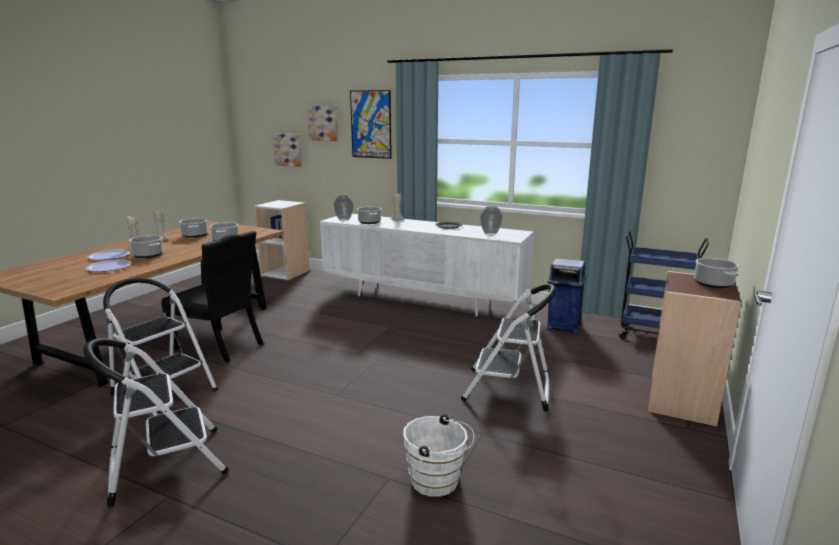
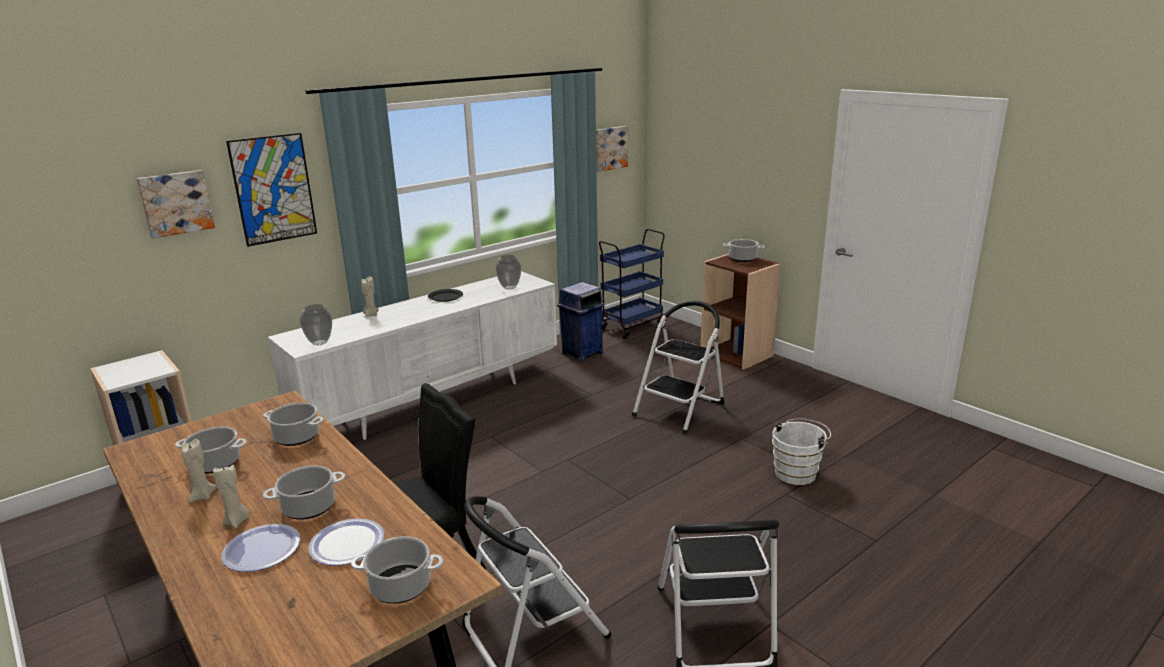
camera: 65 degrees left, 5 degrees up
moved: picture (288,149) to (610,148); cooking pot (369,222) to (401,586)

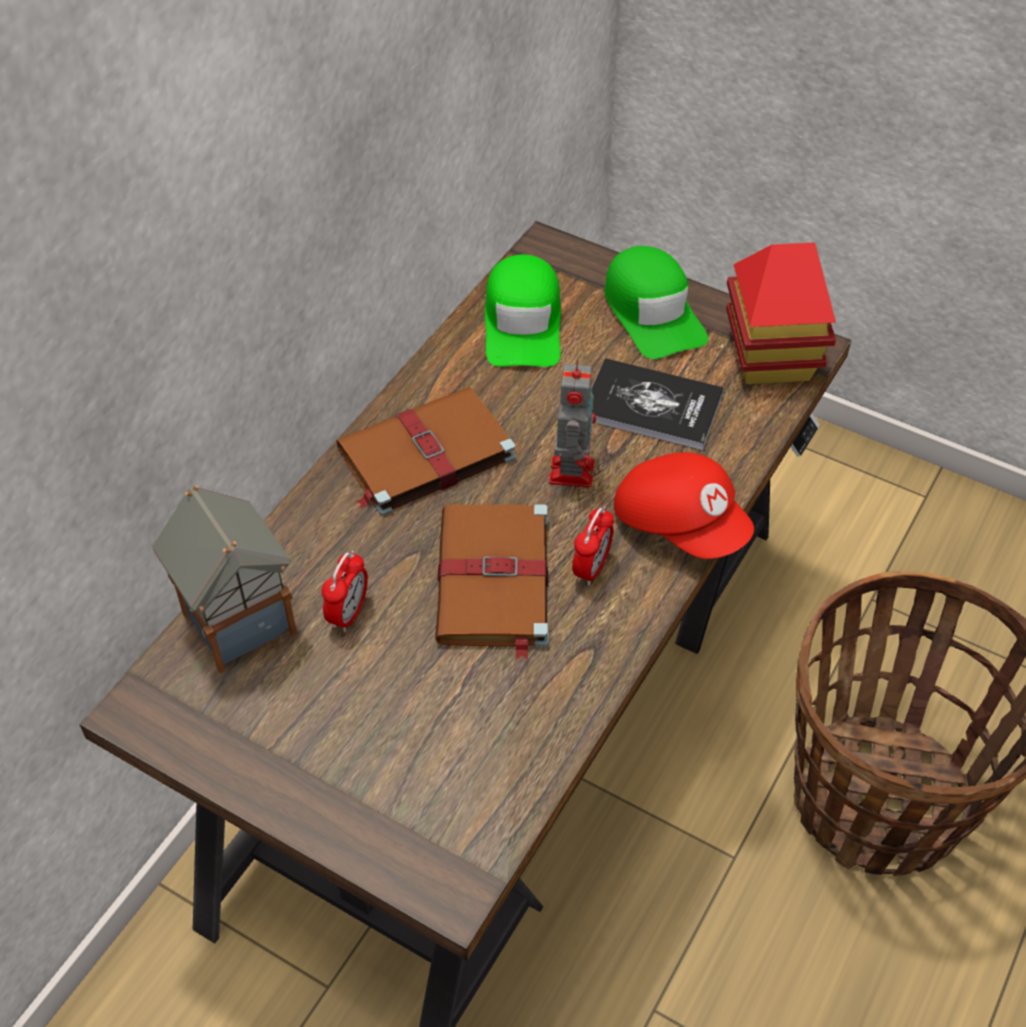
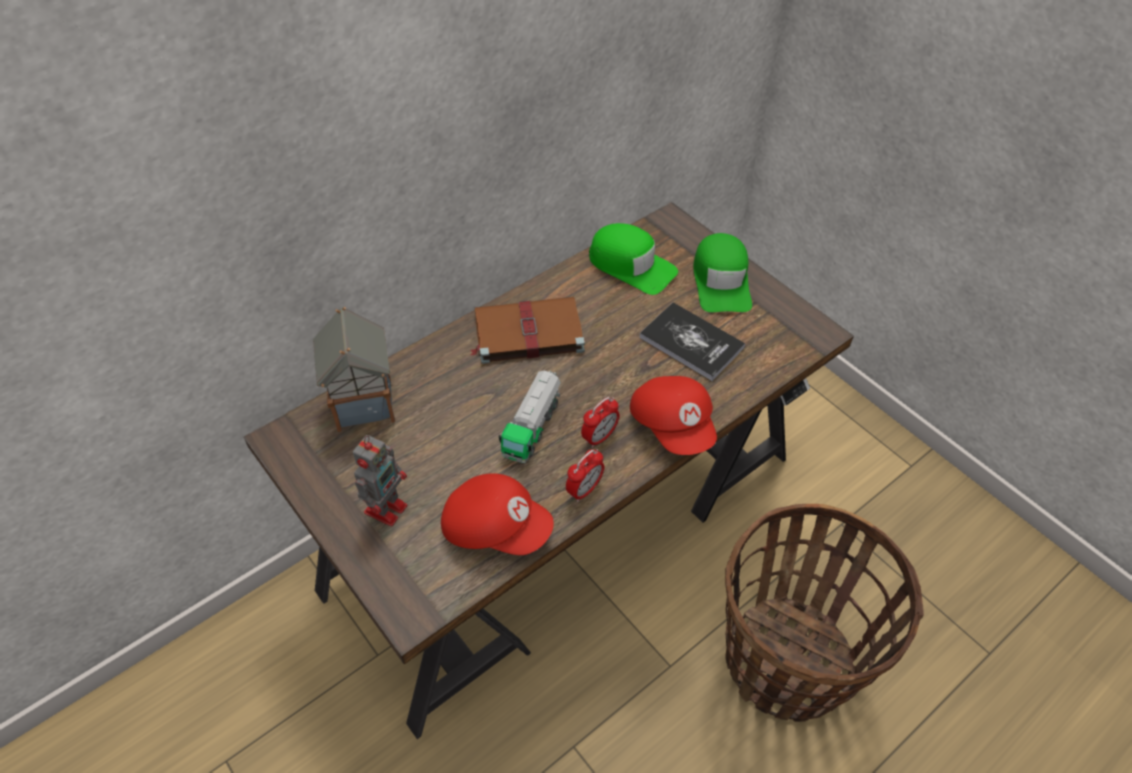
camera: 20 degrees right, 0 degrees up
removed: toy house (770,357)
added: cap/red (496,527)
moved: toy robot (572,470) to (387,507); alarm clock (348,613) to (584,490)
replaced: book/brown (494,581) to toy truck (532,426)
turned: cap/green (523,323) = (631,265) 75 degrees counterclockwise

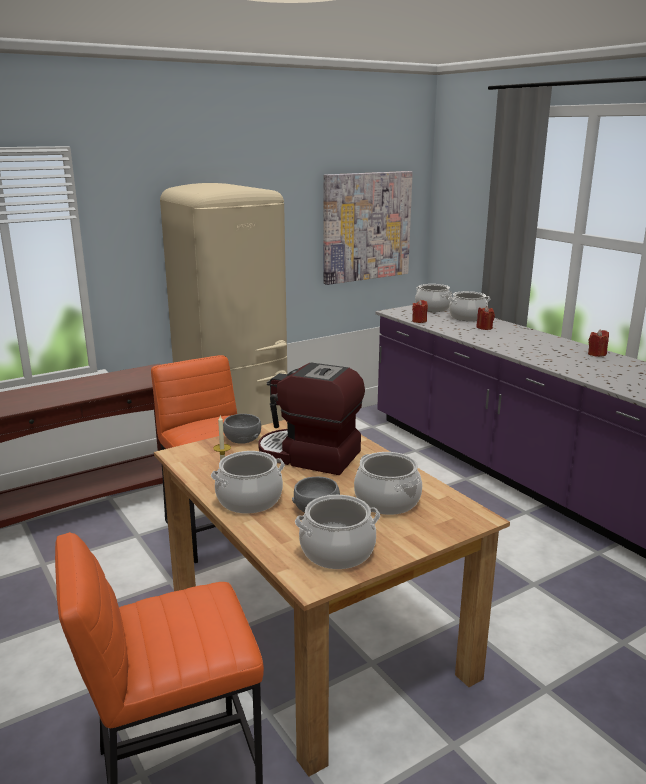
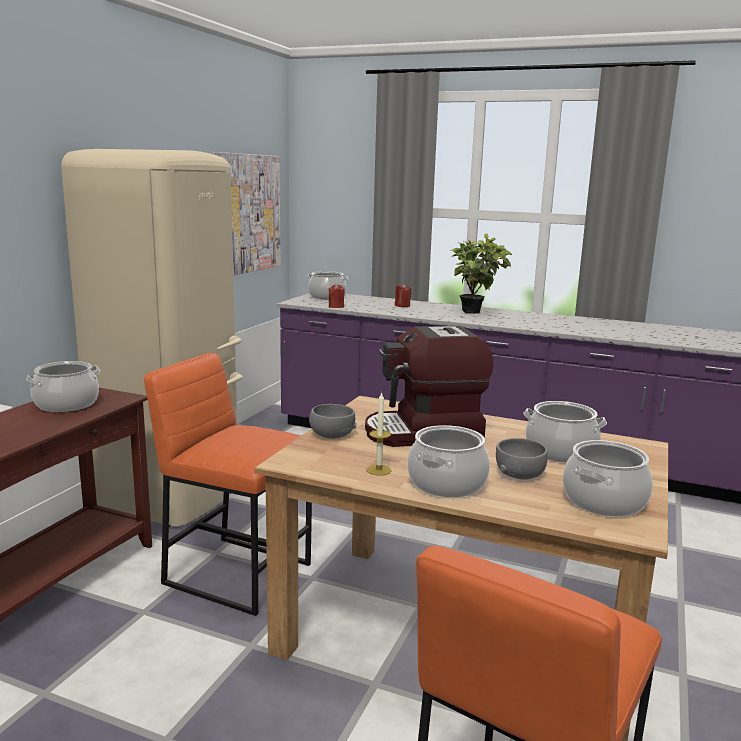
camera: 35 degrees left, 5 degrees down
removed: candle/red (597,354)
added: potted plant (476,312)
moved: cooking pot (467,317) to (66,404)

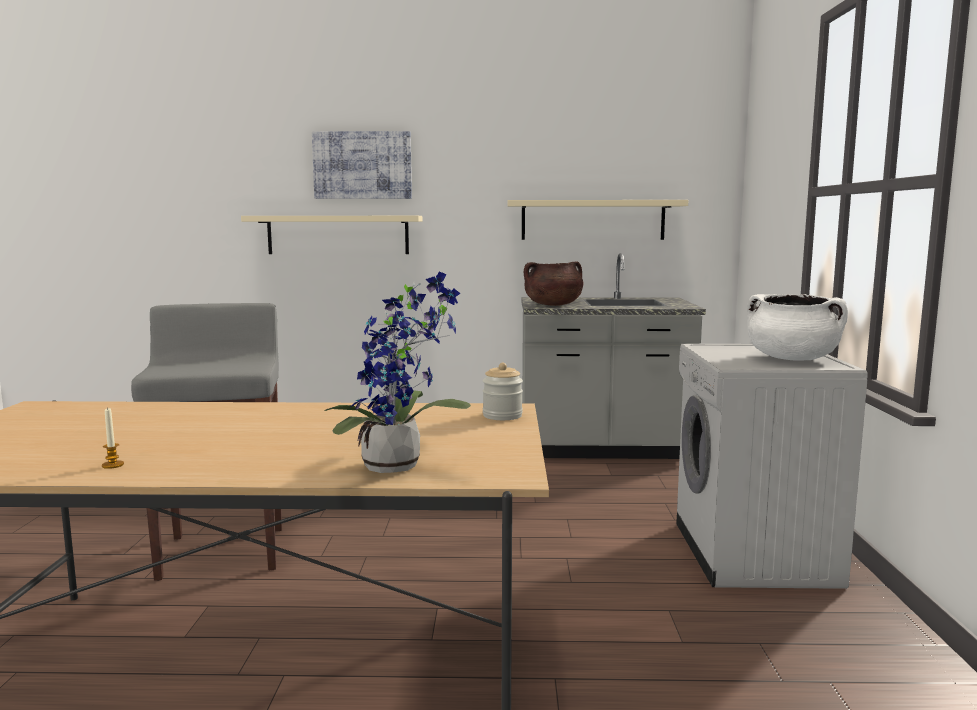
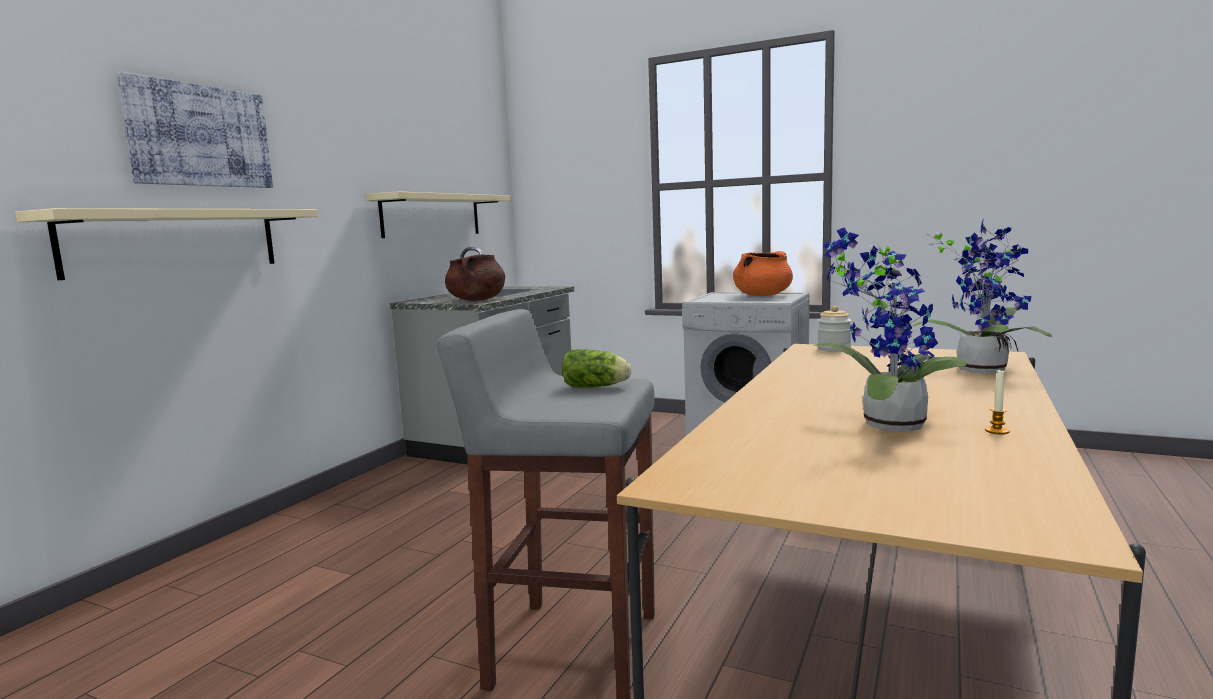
camera: 65 degrees left, 0 degrees up
added: potted plant (885,425); lettuce (597,387)
recoloured: cooking pot/white (792,359) to cooking pot/orange (762,295)

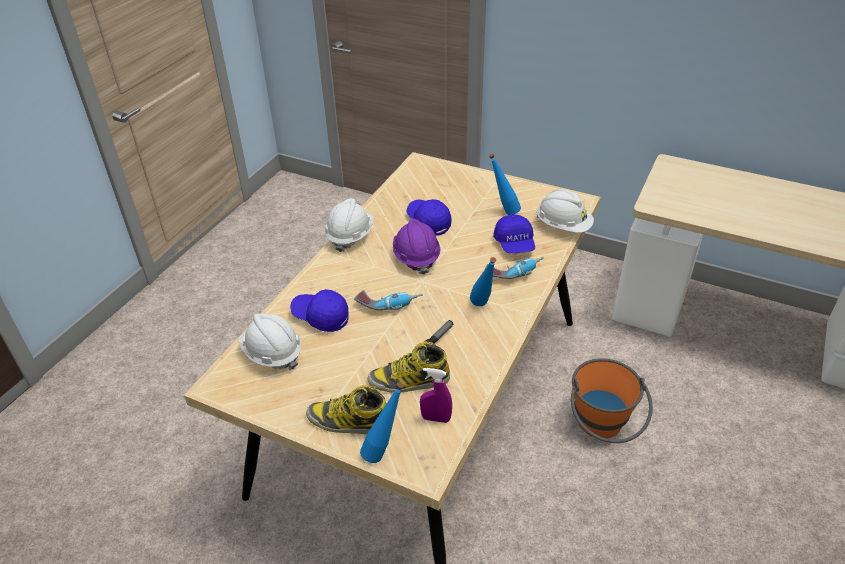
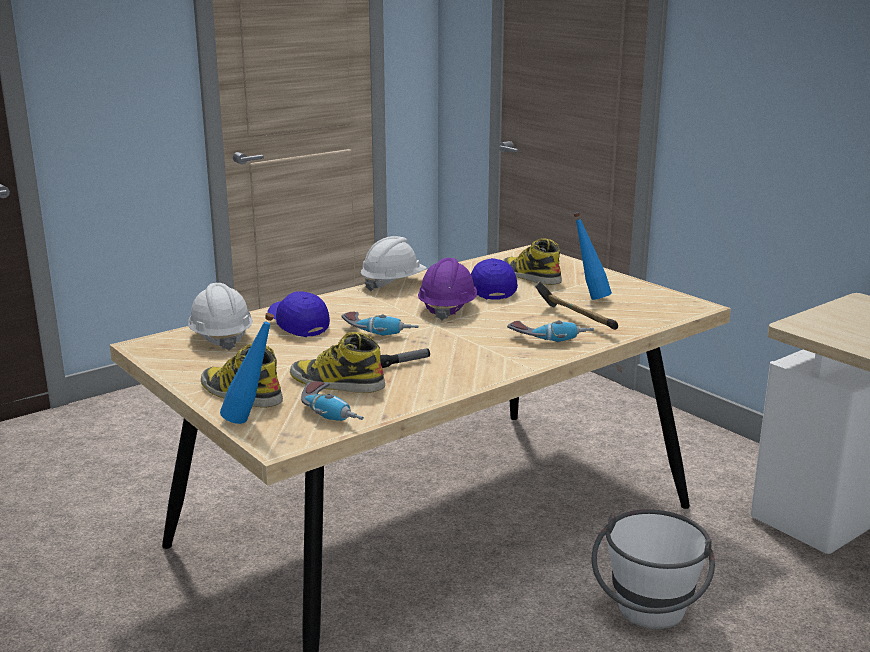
camera: 25 degrees right, 20 degrees down
removed: hard hat/white (563,226); bottle/blue (483,307)
added: boot (530,276)
replaced: cap/blue (514,244) to hammer (575,320); spray bottle/purple (436,418) to power drill (333,413)
recoloured: bucket/orange (602,429) to bucket/white (648,617)

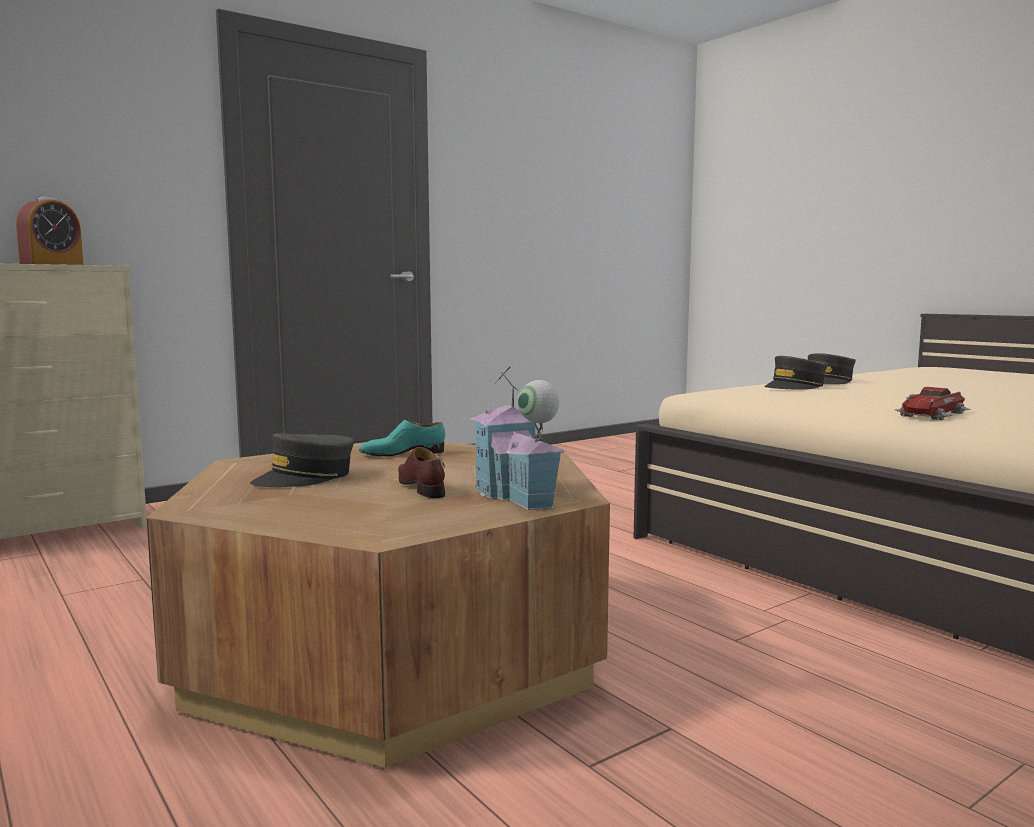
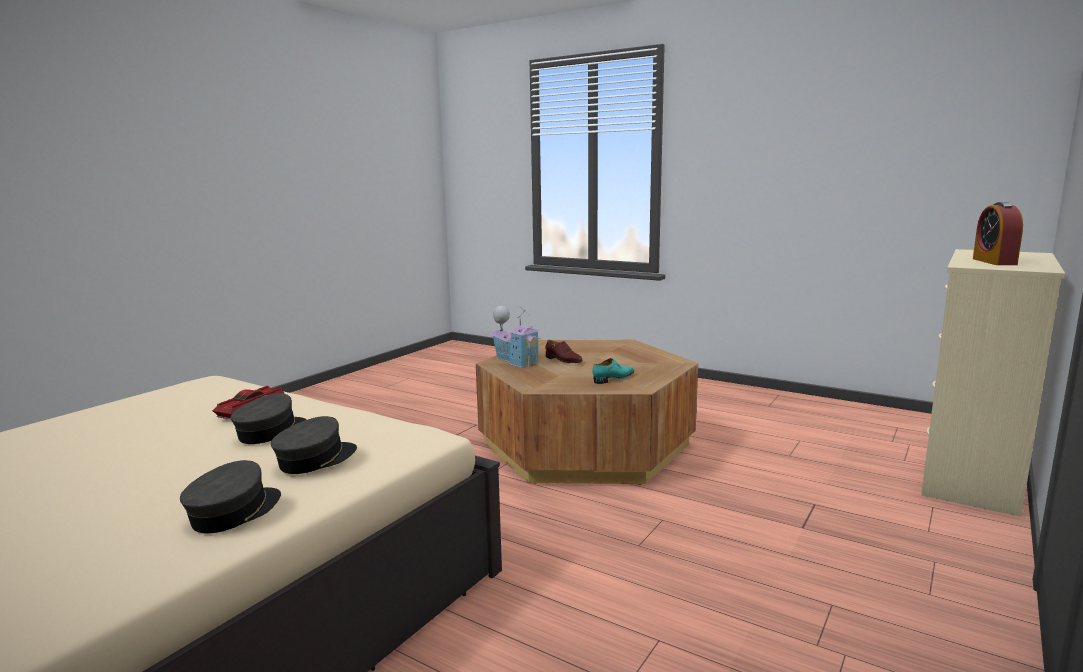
camera: 160 degrees right, 5 degrees up
moved: cap/grey (305,478) to (271,432)

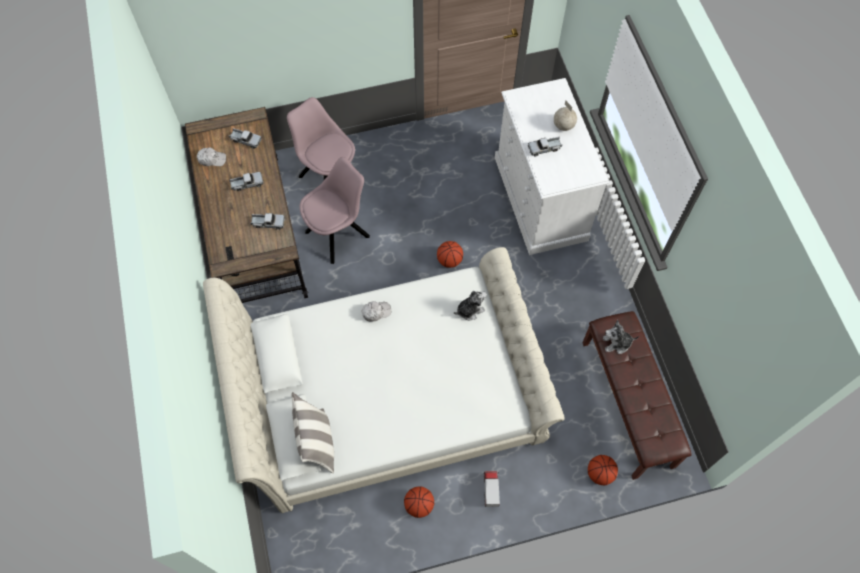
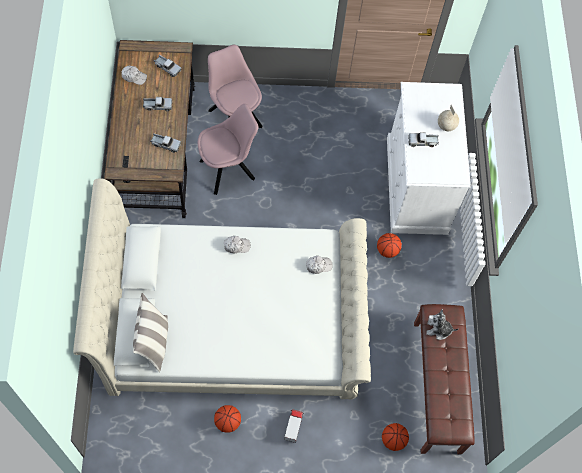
camera: 10 degrees right, 0 degrees up
moved: basketball (449,260) to (387,250)
replaced: plush toy (470,309) to cap/white (318,265)

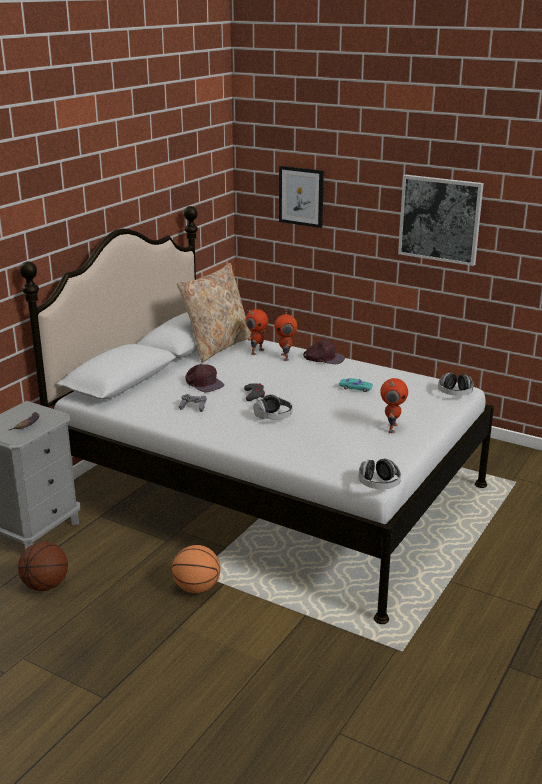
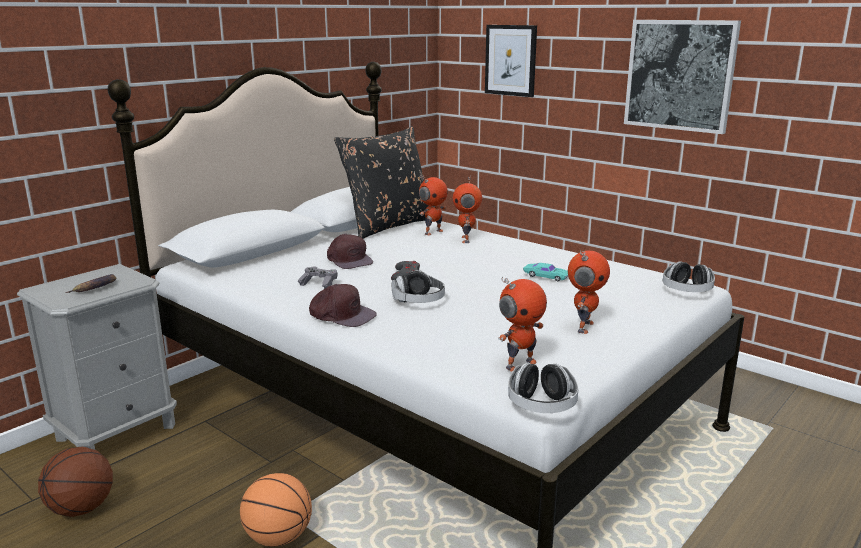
camera: 10 degrees right, 5 degrees down
added: toy robot (519,364)
moved: cap/brown (324,358) to (341,315)
recoloured: pillow/beige (217,346) to pillow/black (388,225)

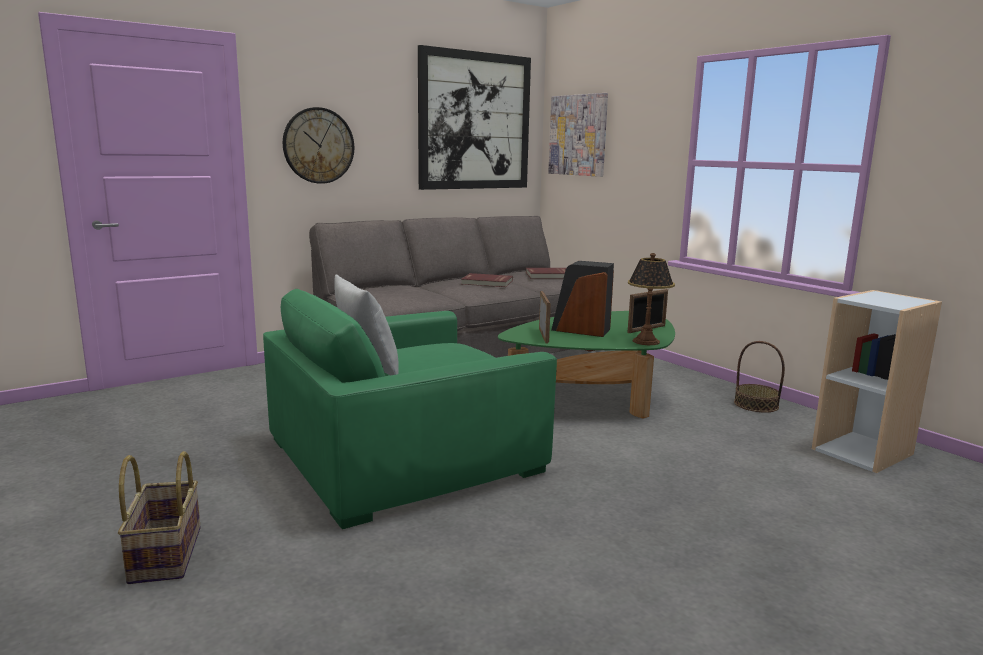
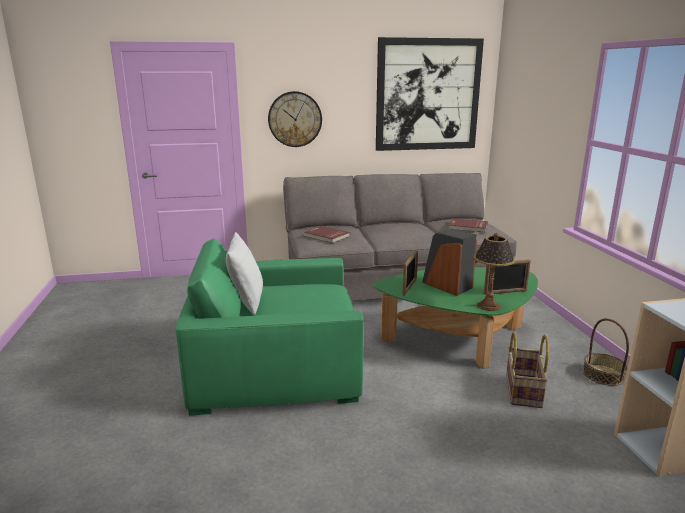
camera: 25 degrees right, 5 degrees up
removed: picture (578,135)
moved: book/red (487,282) to (326,236); basket (164,554) to (522,390)

